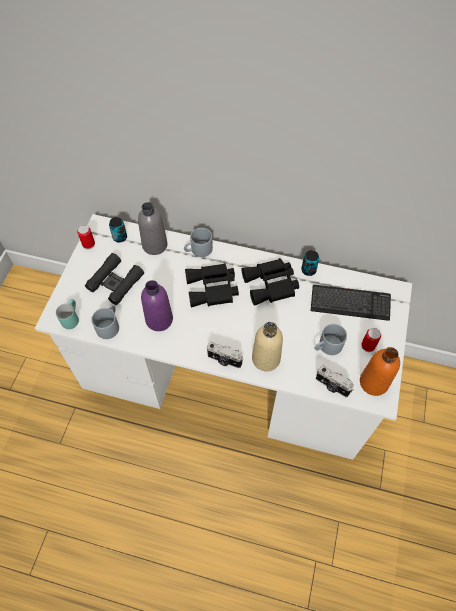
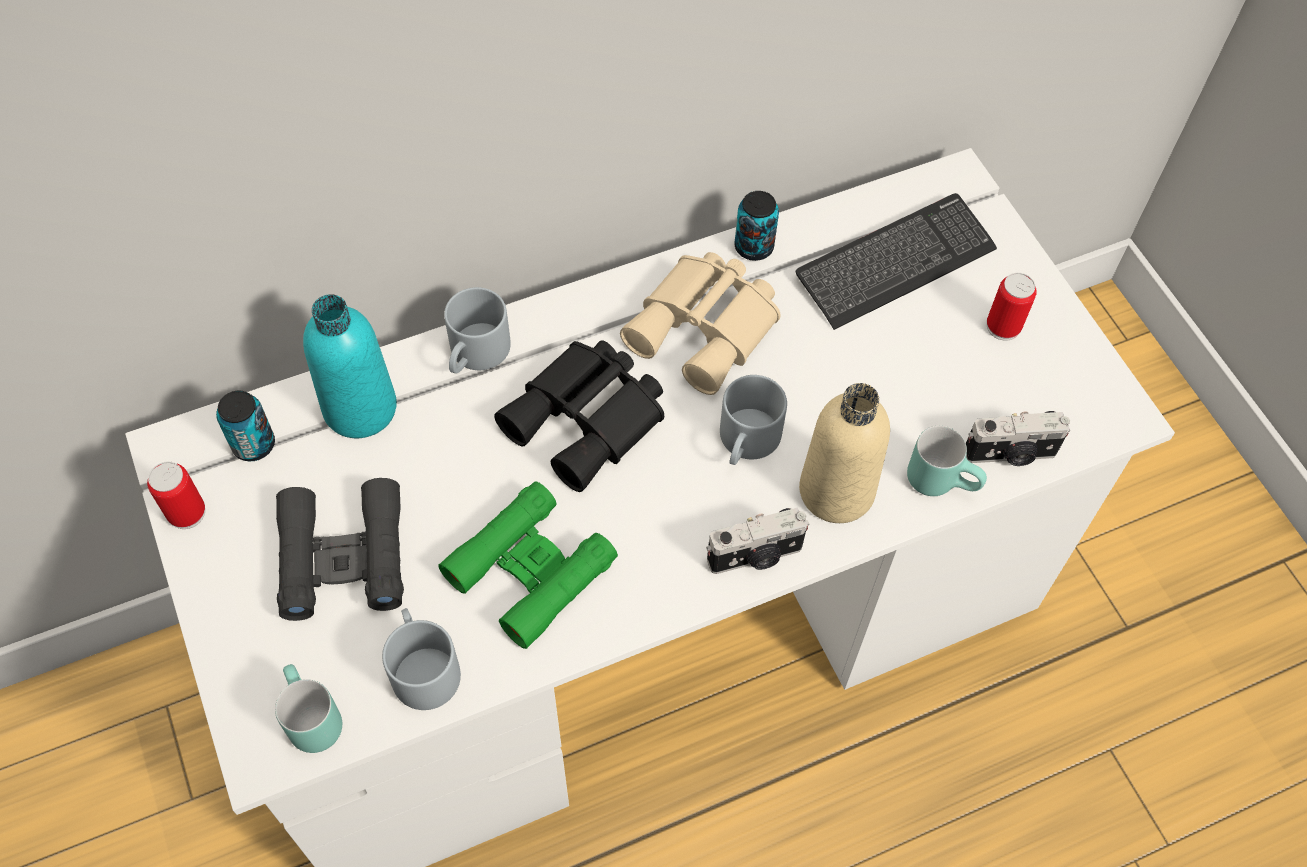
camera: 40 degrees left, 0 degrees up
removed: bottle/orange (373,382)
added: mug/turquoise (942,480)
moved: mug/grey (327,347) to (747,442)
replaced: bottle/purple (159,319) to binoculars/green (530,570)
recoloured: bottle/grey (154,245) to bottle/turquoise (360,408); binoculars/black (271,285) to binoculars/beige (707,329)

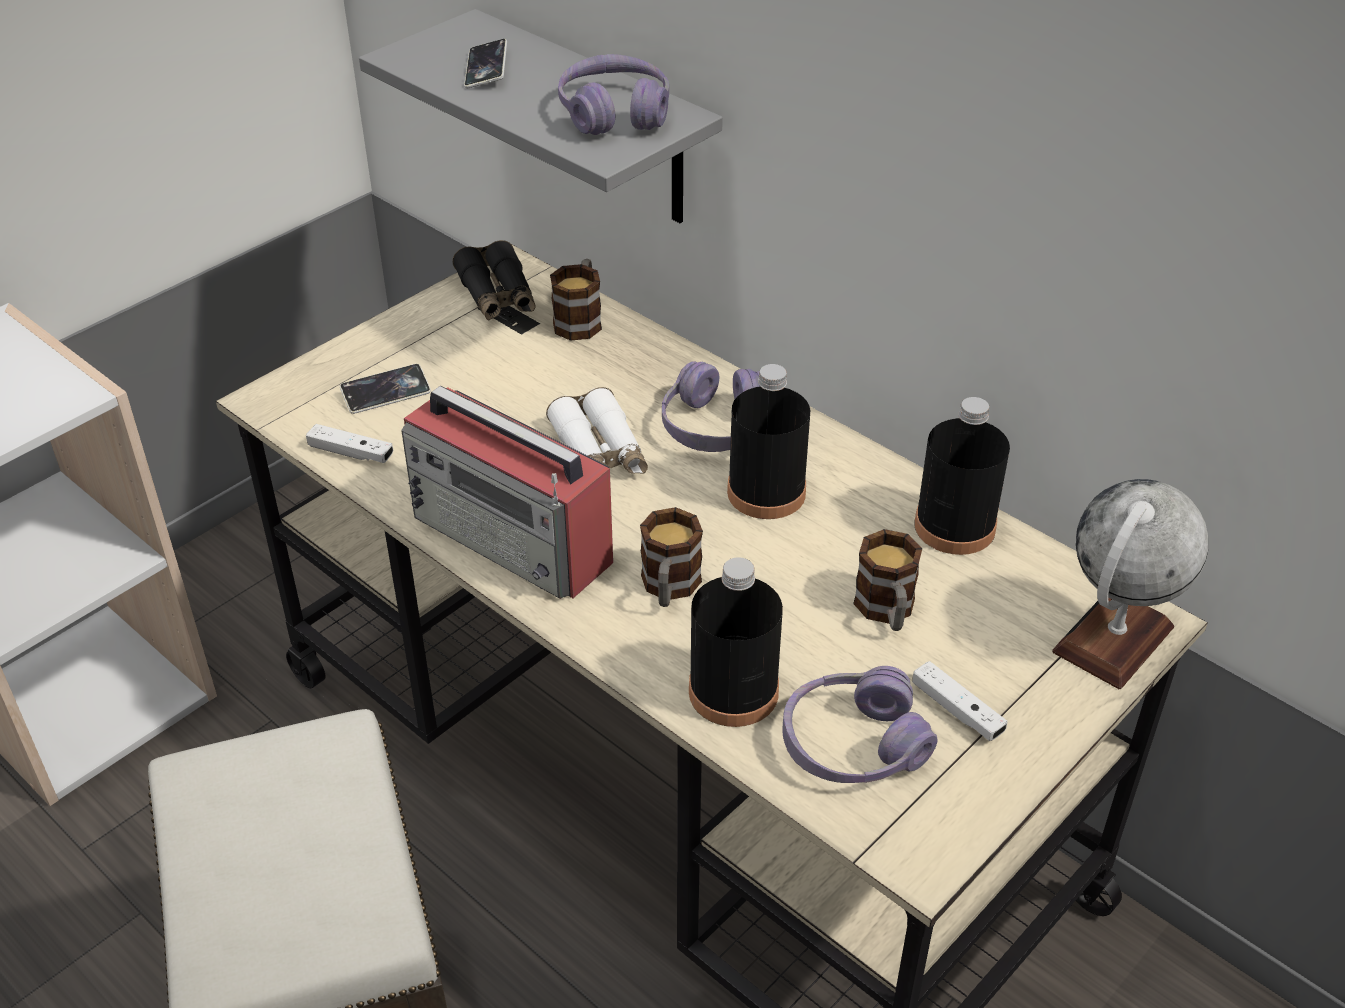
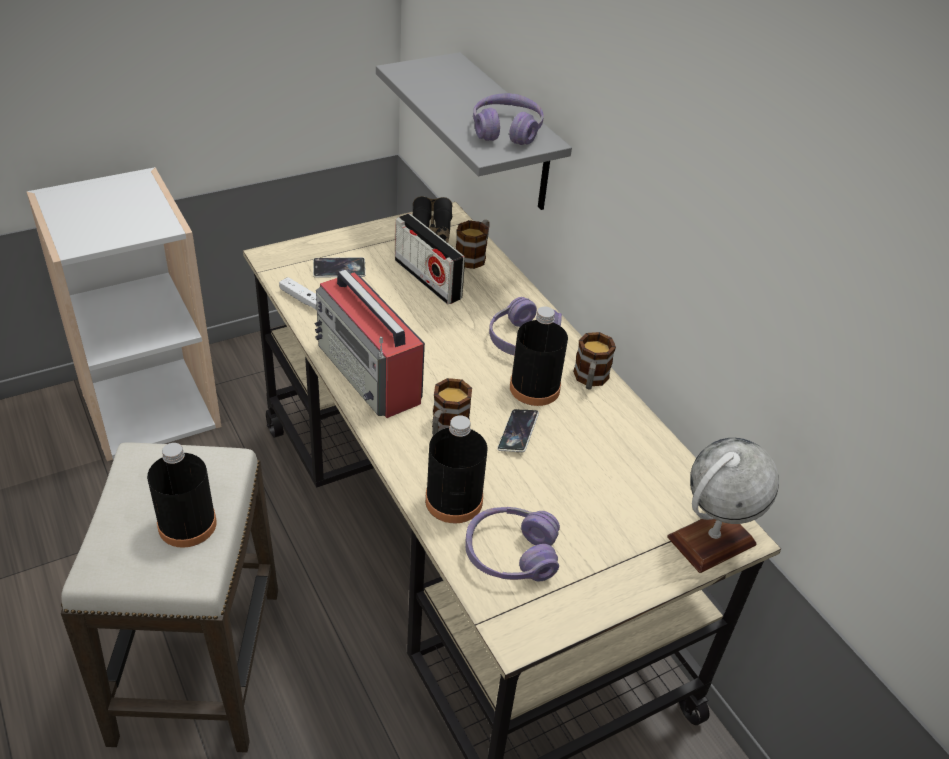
camera: 15 degrees right, 0 degrees up
removed: binoculars/white (599,451); game controller/white (957,710)
added: radio (427,279)
moved: phone (486,69) to (517,433); bottle/black (954,526) to (187,524); mug (887,611) to (590,380)

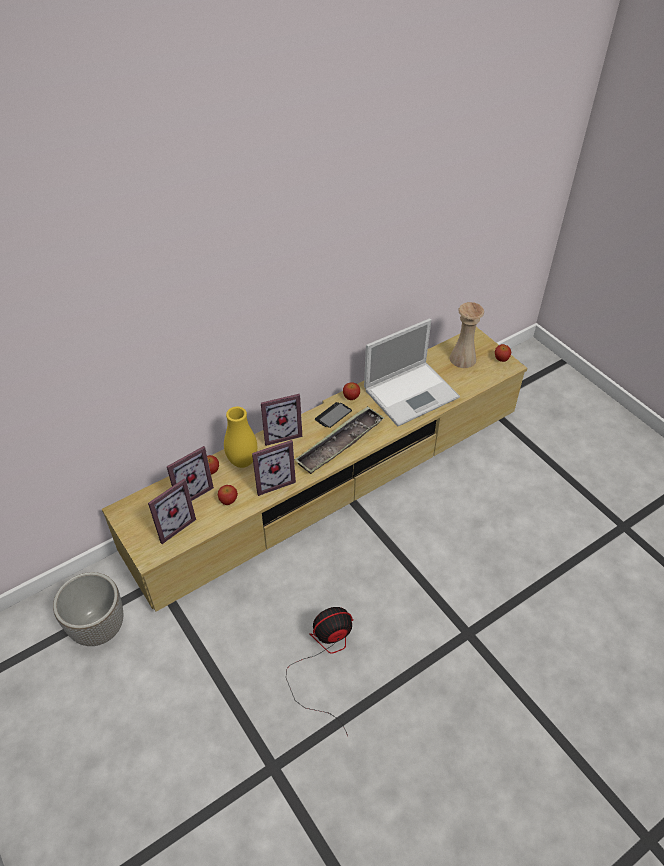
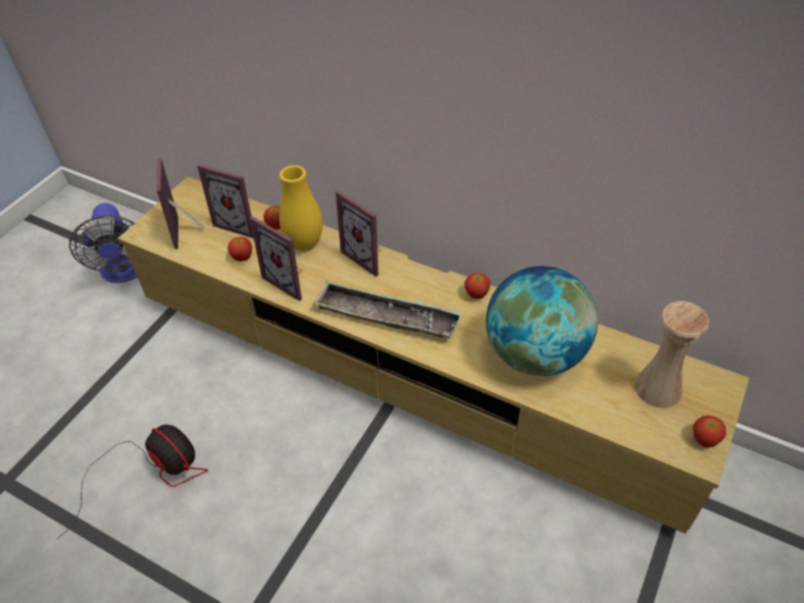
camera: 65 degrees right, 0 degrees up
removed: phone (333,415)
replaced: laptop (412,392) to globe (535,354); planter (98,627) to fan (125,271)
turned: picture frame (171,524) = (189,230) 60 degrees clockwise

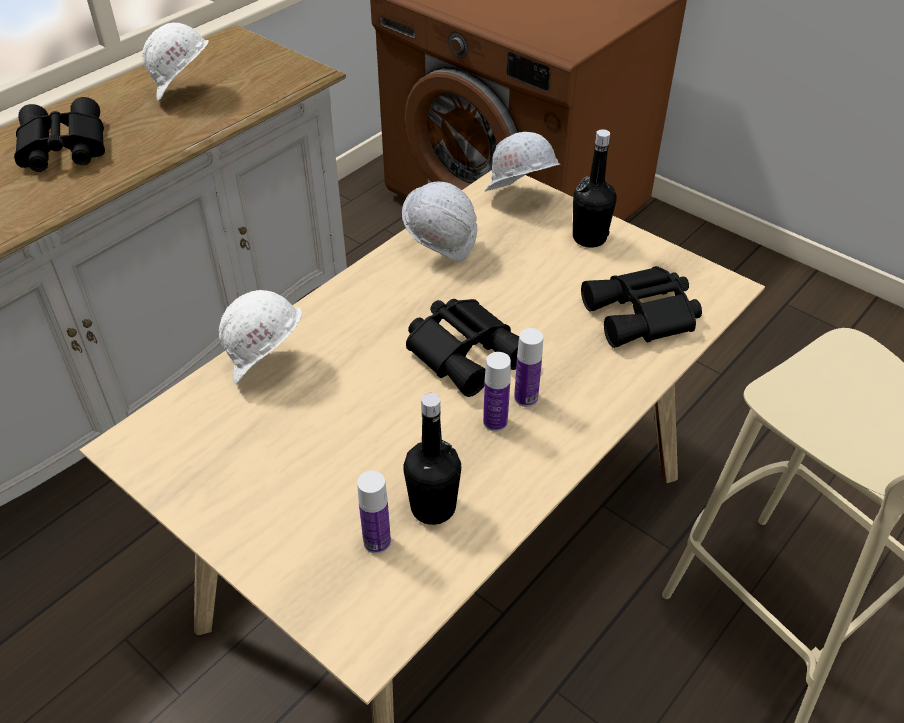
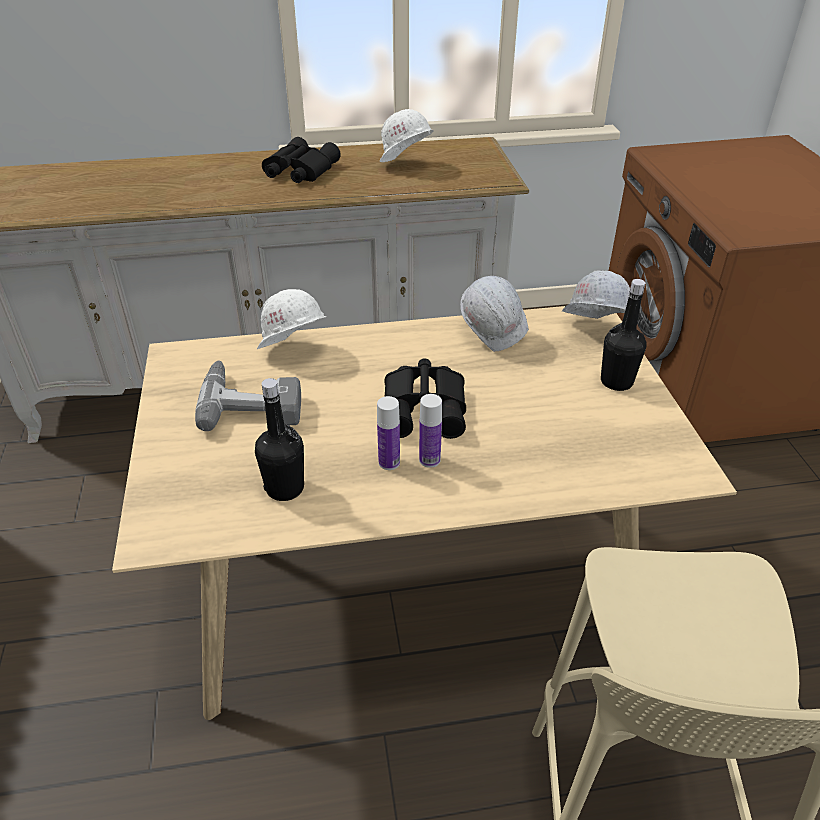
camera: 40 degrees right, 5 degrees down
removed: binoculars/black (643,316); bottle (377,542)
added: power drill (252,401)

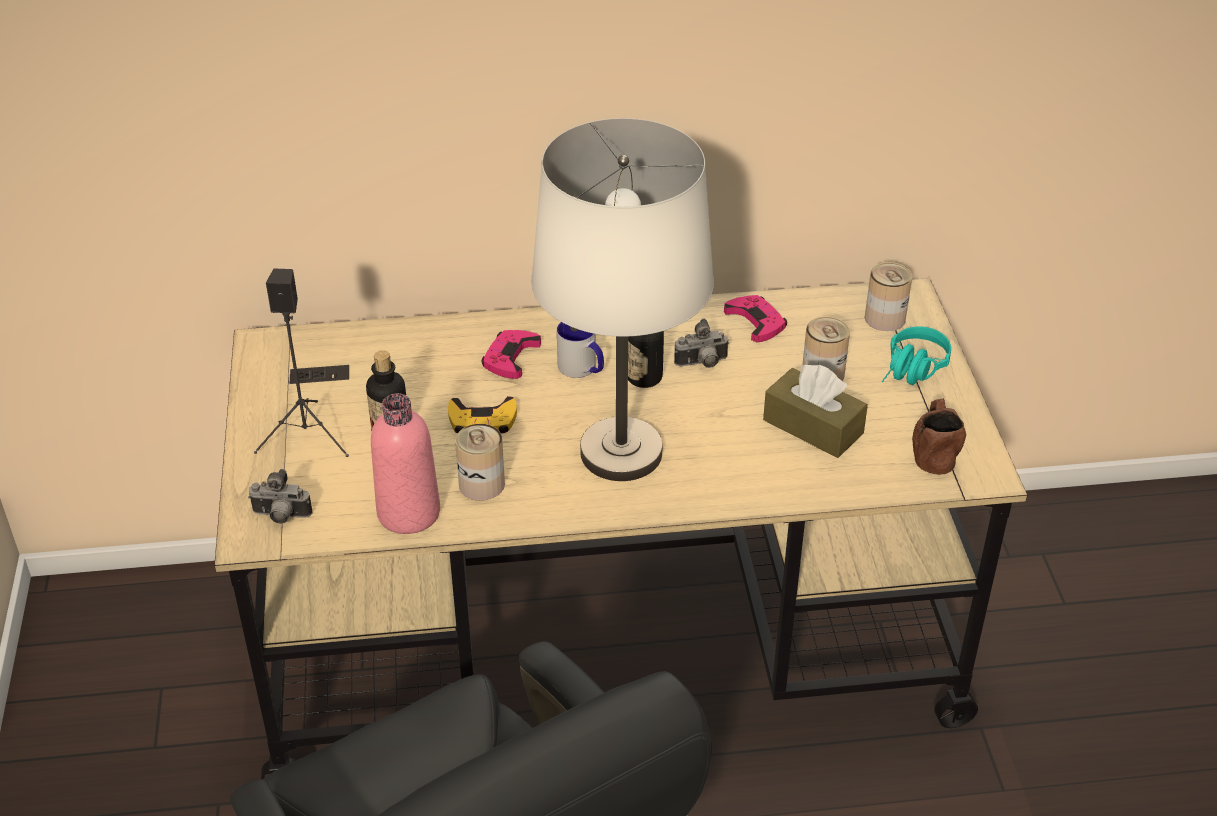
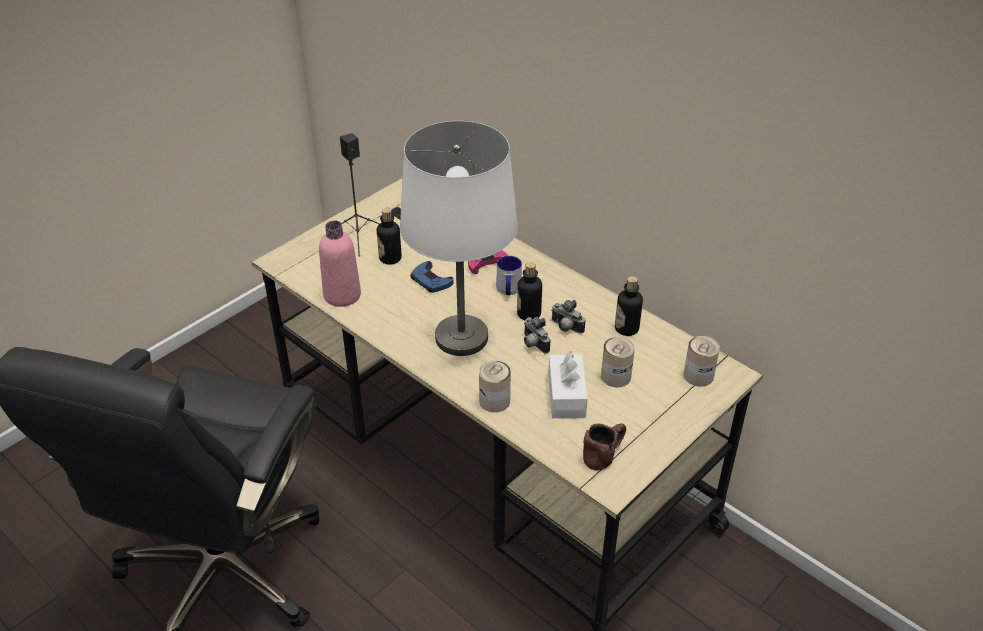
camera: 50 degrees right, 0 degrees up
removed: headphones/turquoise (911,372)
moved: can (481,484) to (494,401); photo camera (281,517) to (533,344)
replaced: game controller/pink (756,322) to bottle (626,328)
recoloured: tissue box/brown (813,427) to tissue box/white (566,395); game controller/yellow (482,421) to game controller/blue (431,281)

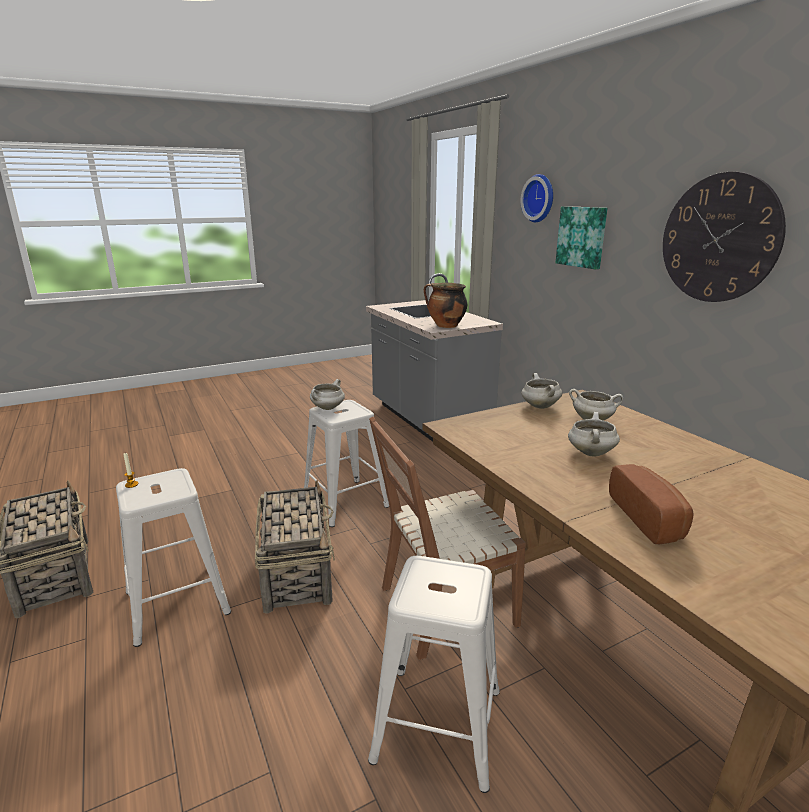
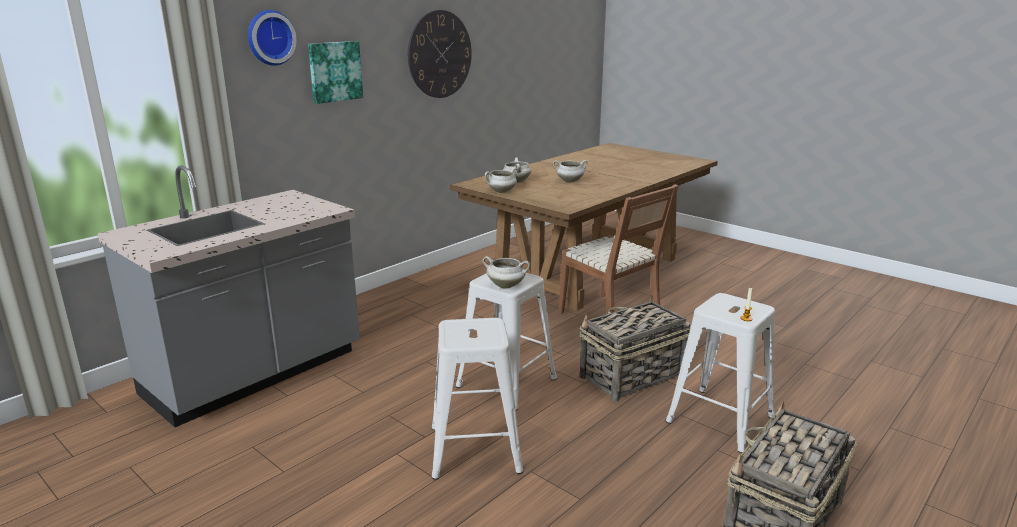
camera: 110 degrees left, 0 degrees up
removed: cooking pot (445,326); bread (650,518)
moved: stool/white (438,724) to (475,449)

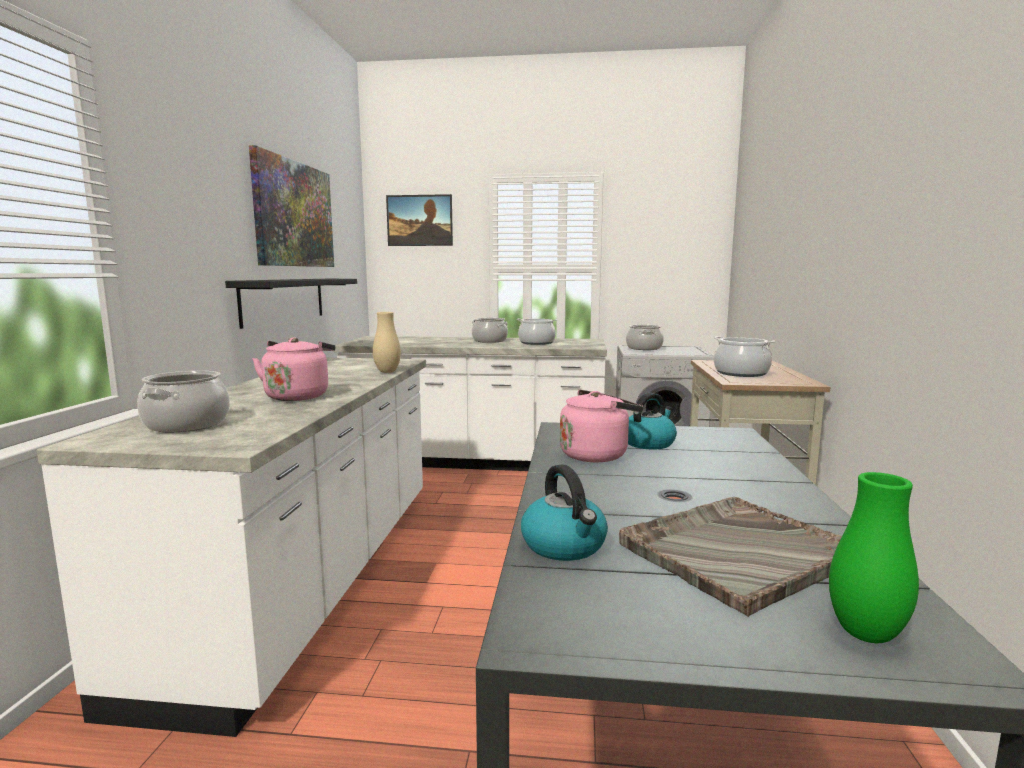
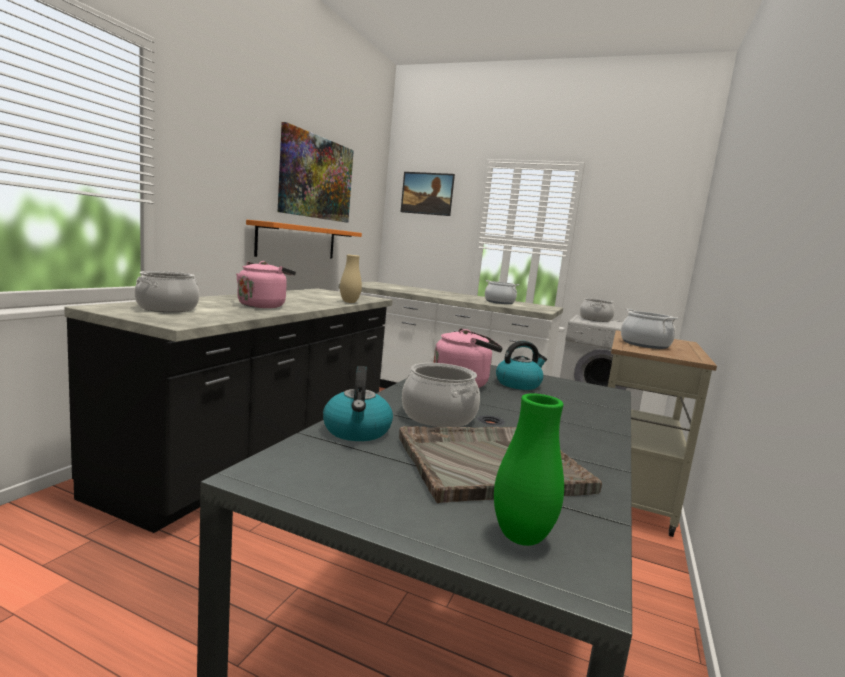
camera: 15 degrees right, 0 degrees up
moved: cooking pot (490,341) to (439,416)
recoloured: shelf/black (284,300) to shelf/orange (298,241); counter/white (311,579) to counter/black (264,448)

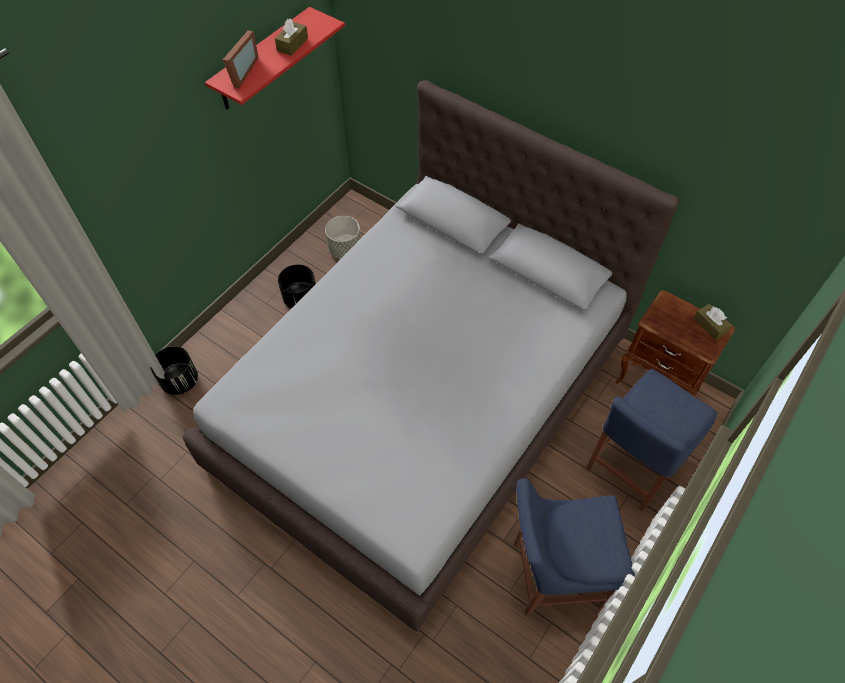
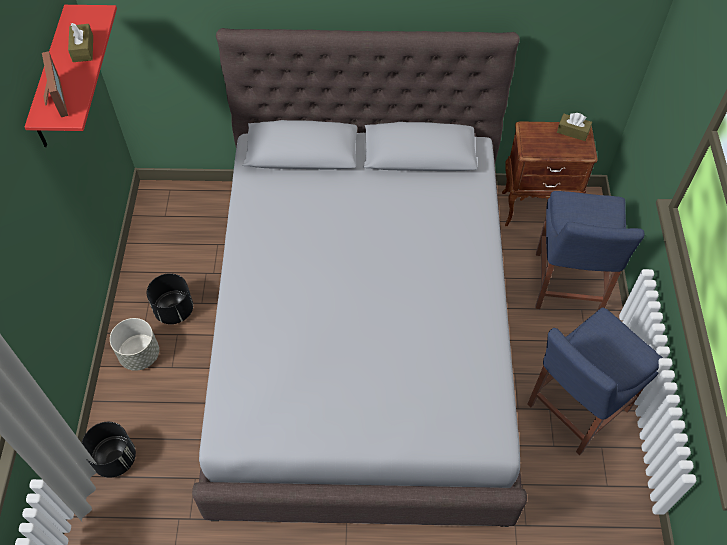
camera: 35 degrees left, 0 degrees up
moved: planter/grey (345,250) to (140,355)

